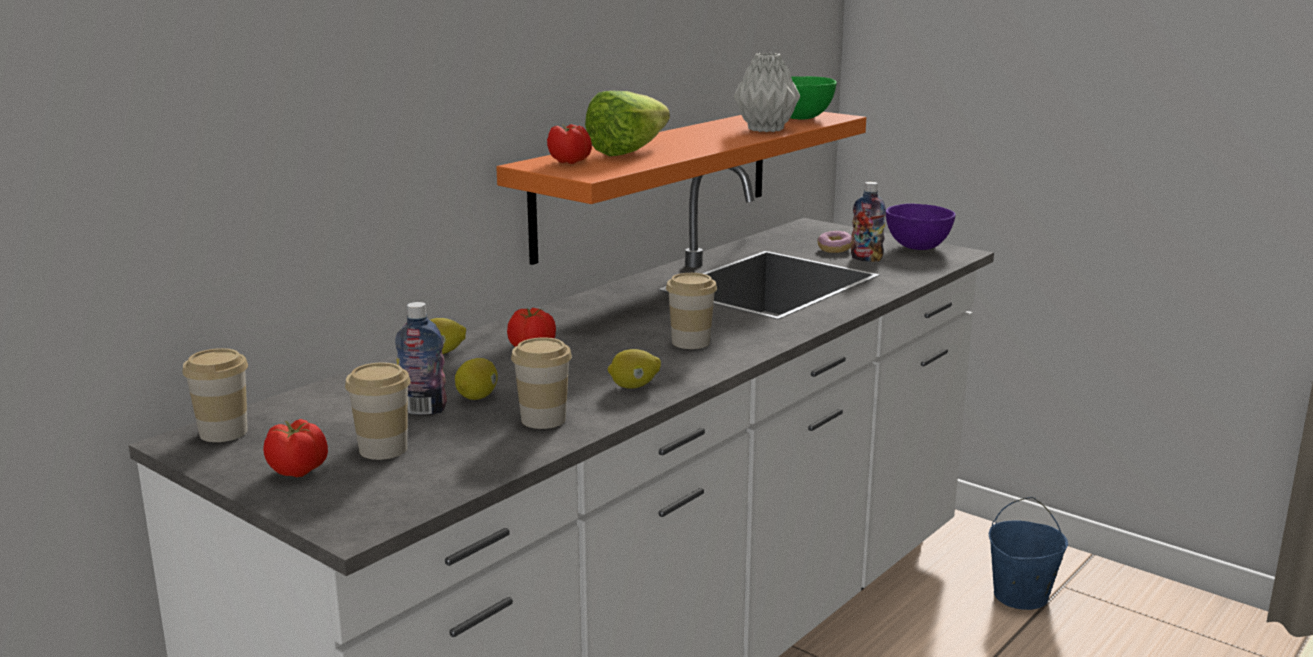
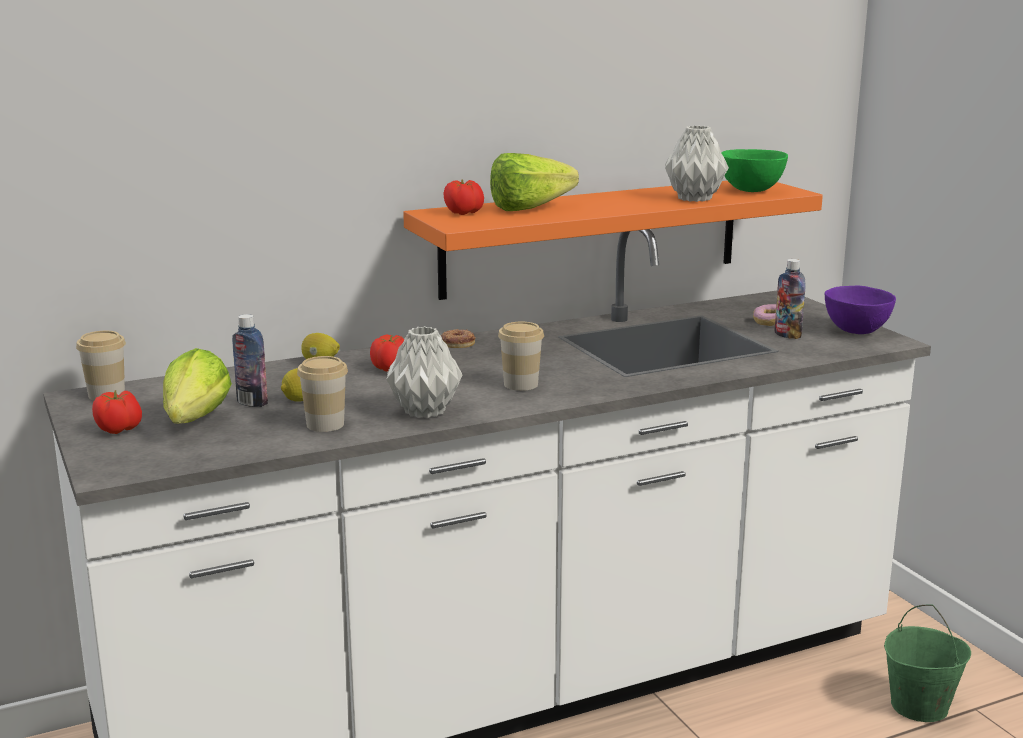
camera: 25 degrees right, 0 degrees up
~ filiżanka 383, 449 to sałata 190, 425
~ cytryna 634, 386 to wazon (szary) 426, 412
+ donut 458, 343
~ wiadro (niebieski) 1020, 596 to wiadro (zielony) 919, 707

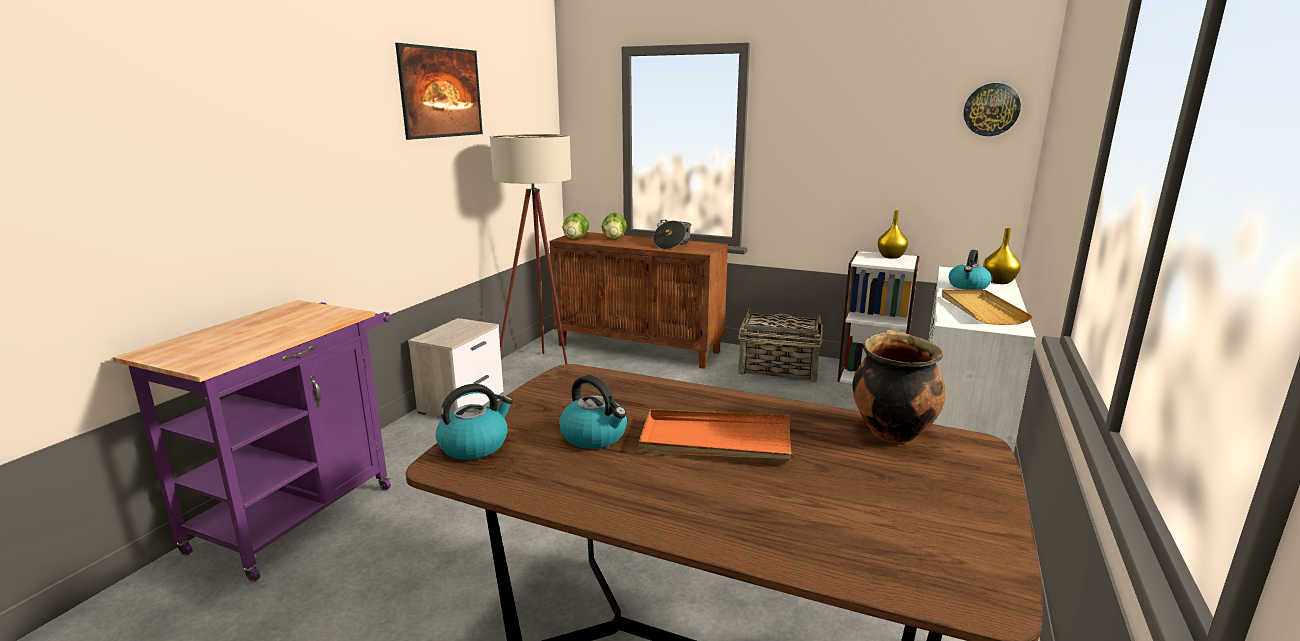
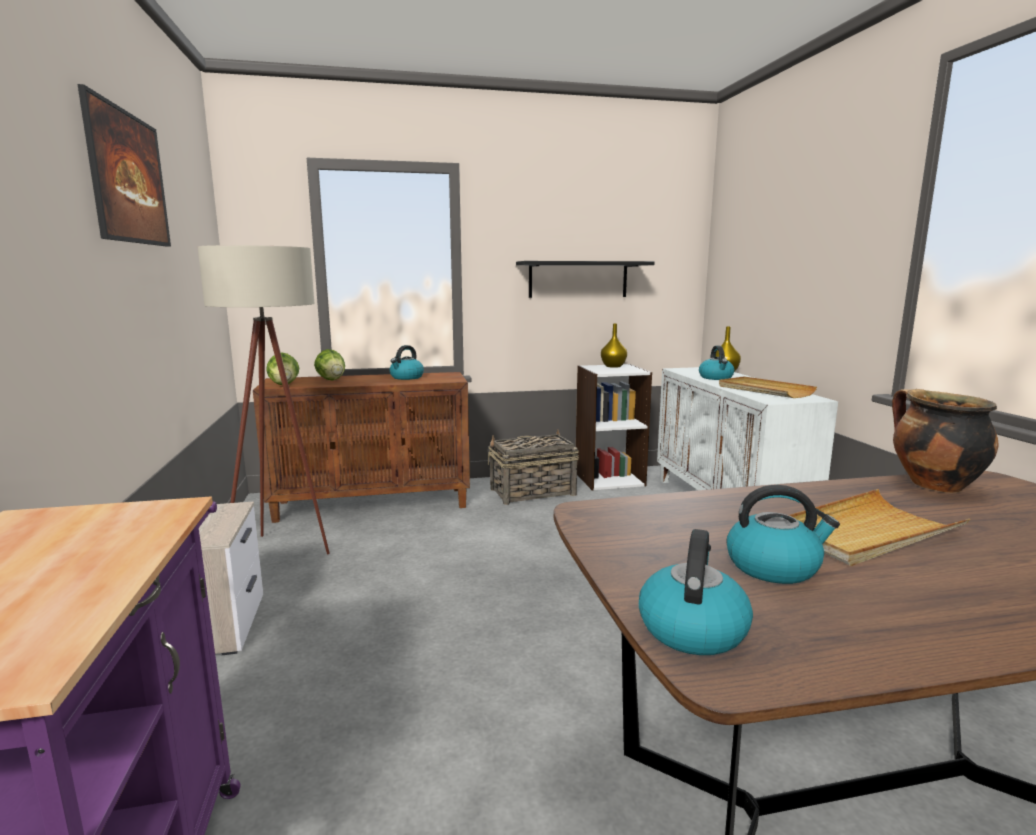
camera: 35 degrees left, 5 degrees down
~ garnek 672, 244 to czajnik 406, 377
+ półka (czarny) 578, 279
~ taca (pomarańczowy) 715, 440 to taca (beżowy) 865, 532
- zegar ścienny 991, 109

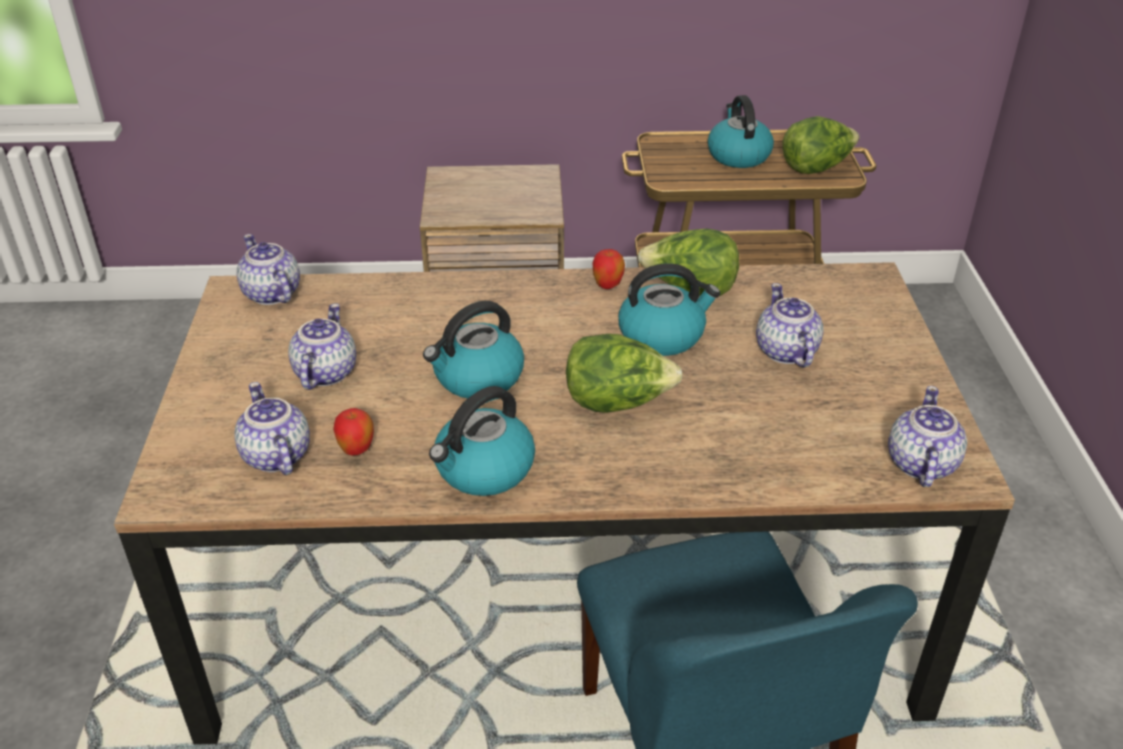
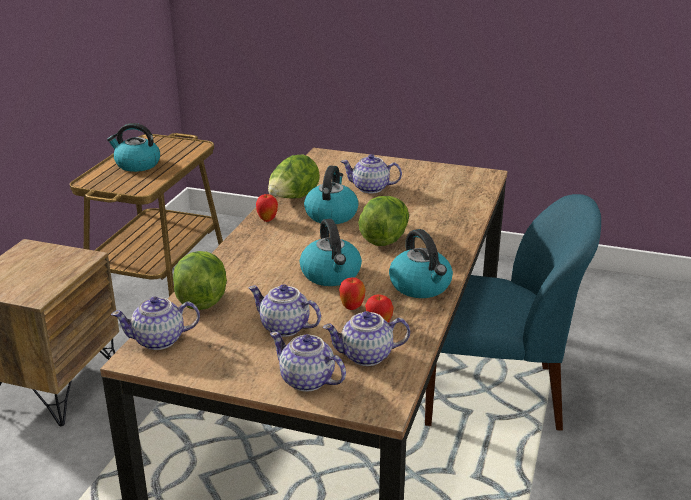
camera: 70 degrees left, 10 degrees down
~ sałata 816, 168 to 201, 299
~ imbryk 920, 464 to 307, 381
+ jabłko 352, 307

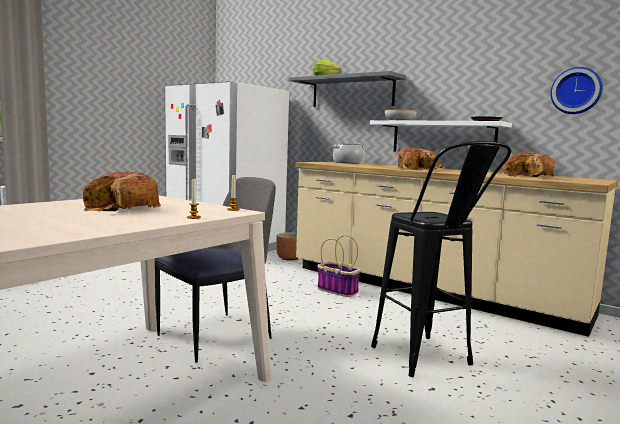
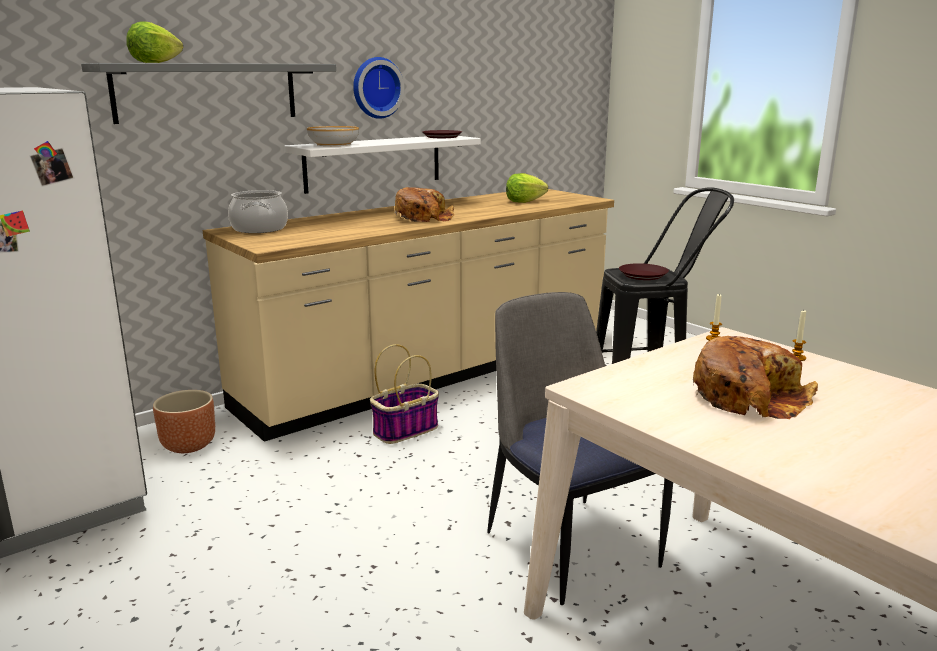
camera: 75 degrees left, 10 degrees up
~ zegar ścienny 576, 91 to 376, 88
~ chleb 528, 176 to sałata 524, 201
+ talerz (brązowy) 643, 275

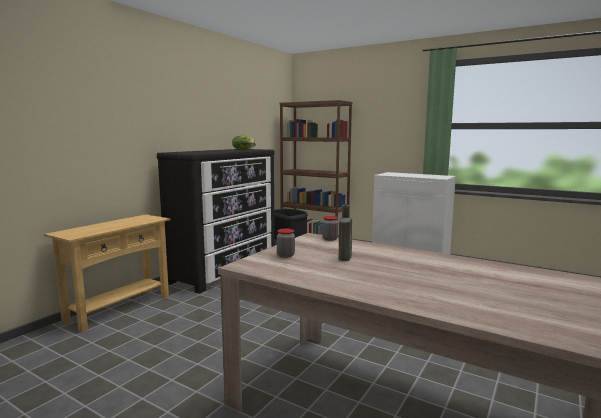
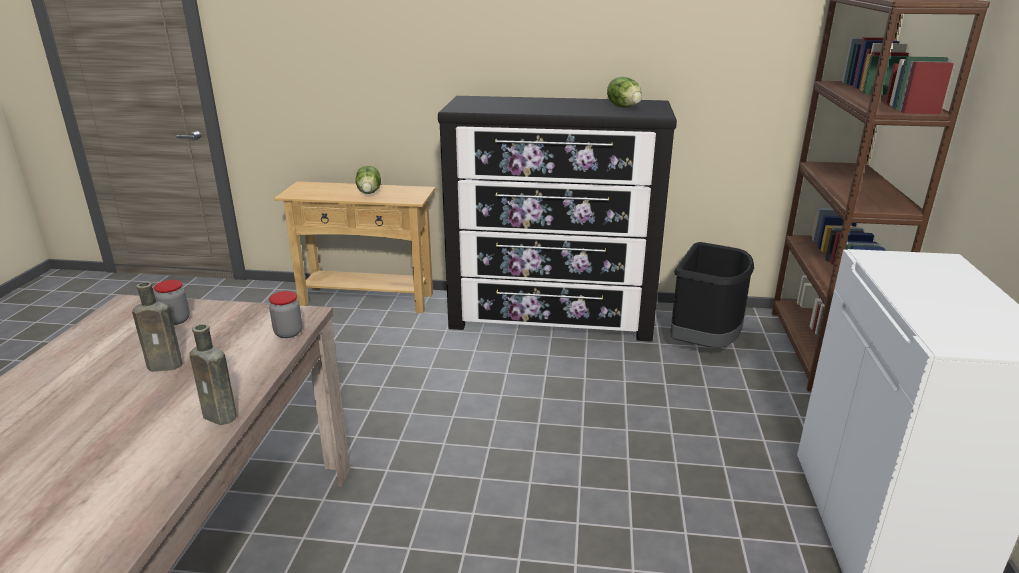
camera: 65 degrees right, 15 degrees up
+ butelka (brązowy) 222, 416
+ sałata 370, 192

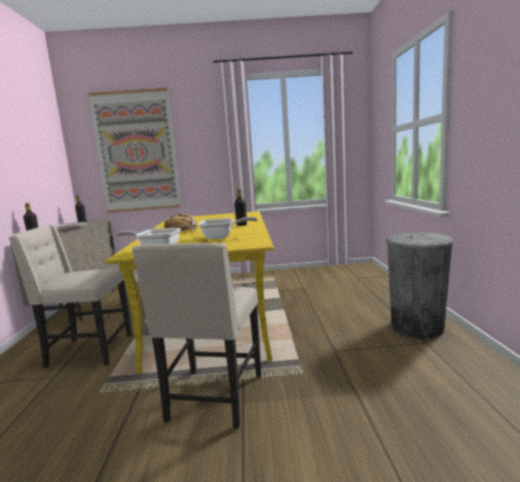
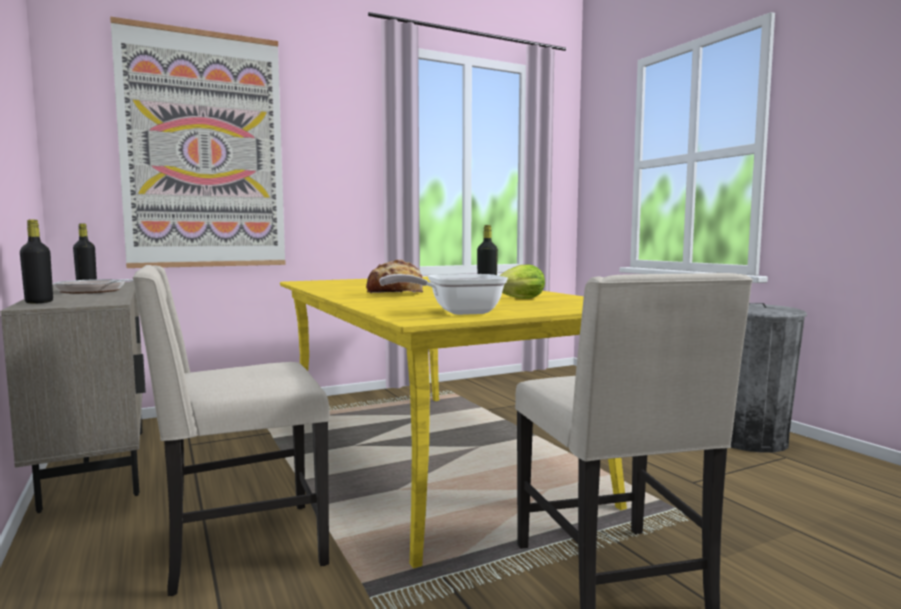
camera: 25 degrees left, 5 degrees down
~ patelnia 222, 237 to sałata 518, 299

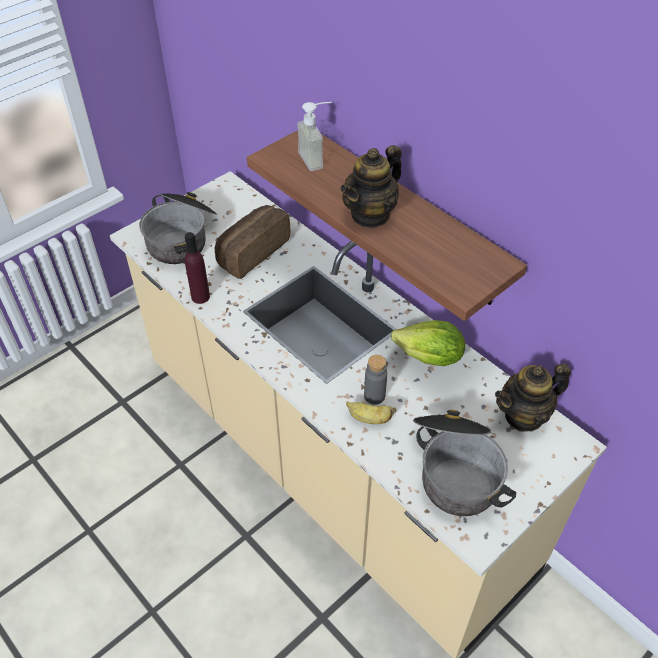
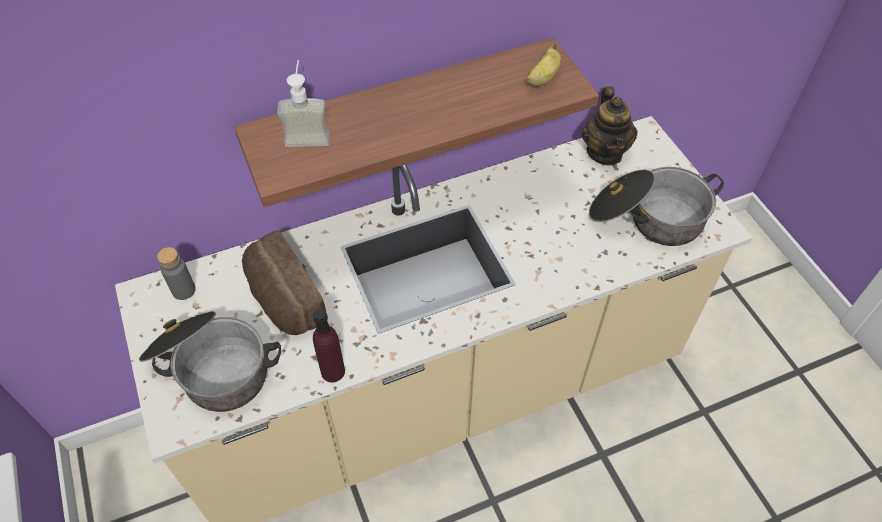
camera: 70 degrees left, 5 degrees up
~ butelka (szary) 374, 396 to 184, 290
~ banan 369, 419 to 543, 78
- imbryk 370, 214
- sałata 429, 358

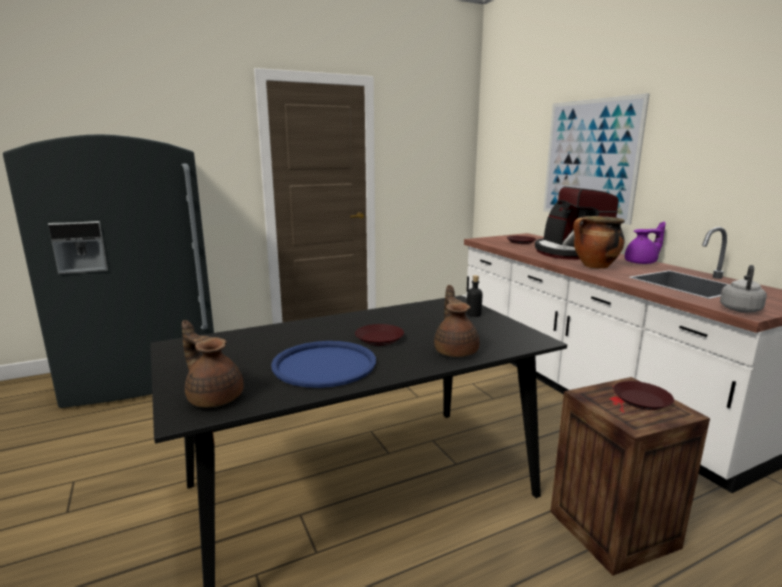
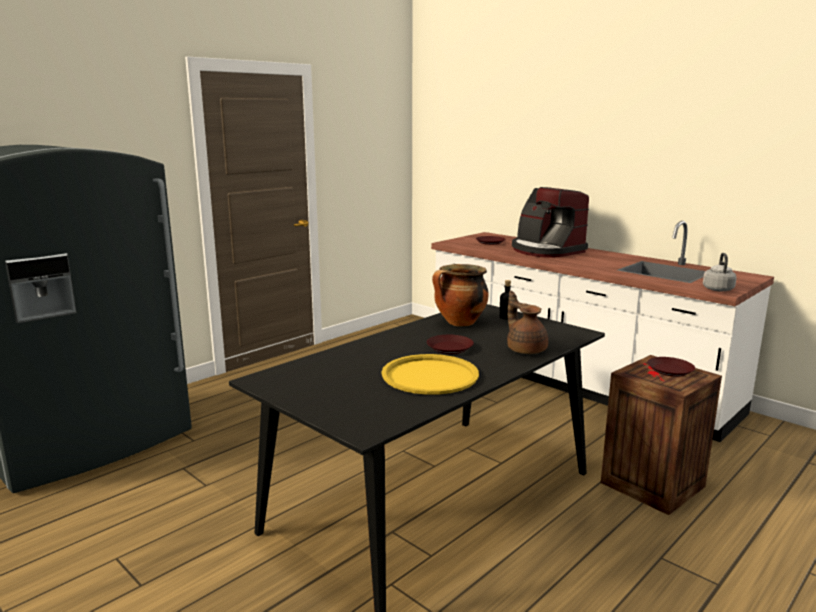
camera: 20 degrees left, 0 degrees up
~ taca (niebieski) 324, 365 to taca (żółty) 430, 375
~ garnek 594, 266 to 459, 323
- imbryk (brązowy) 214, 397
- obraz 589, 160
- imbryk (fioletowy) 642, 263

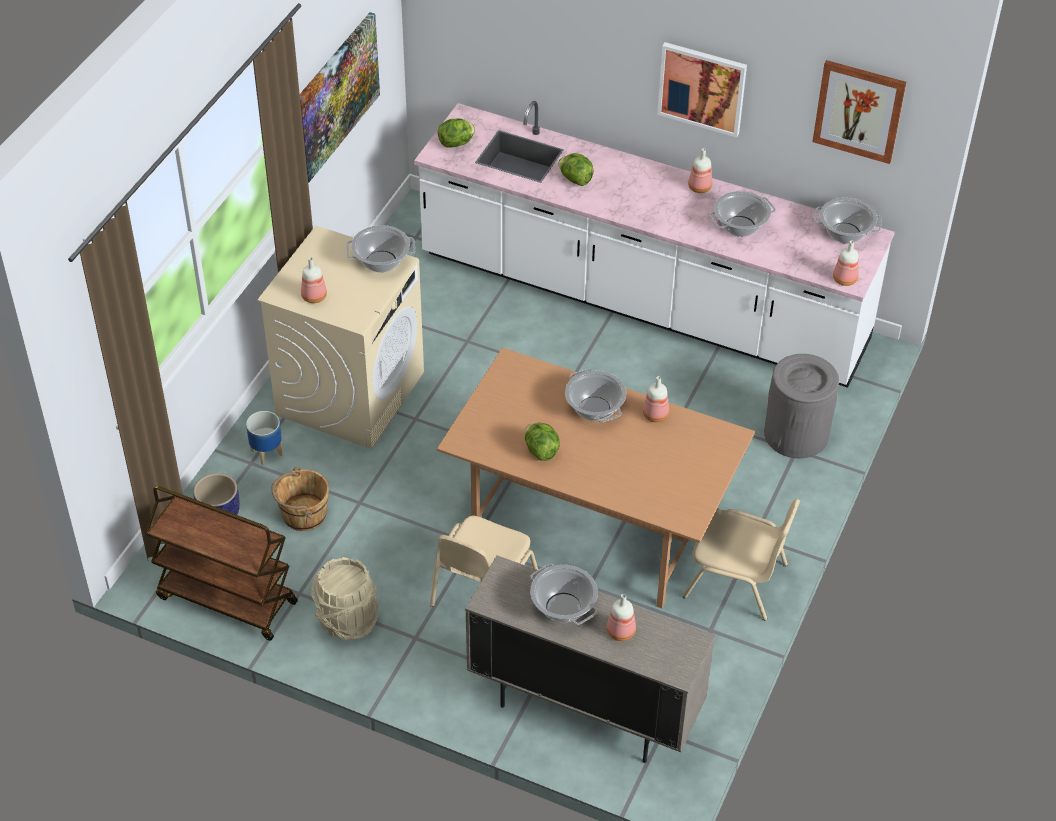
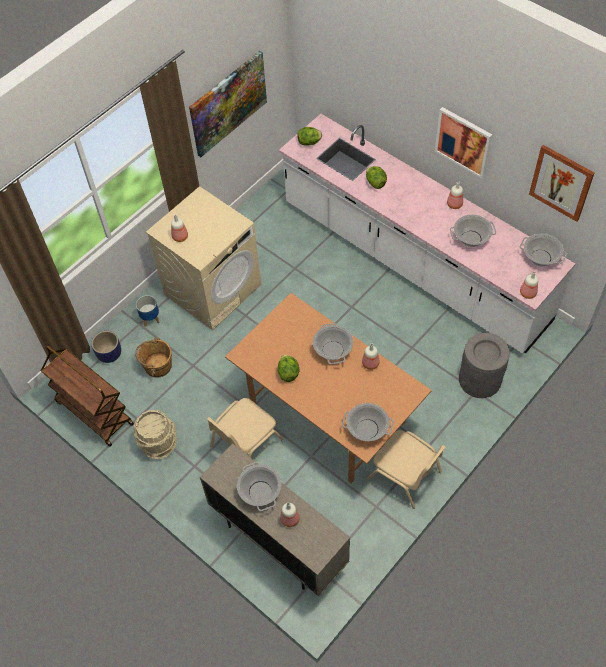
camera: 20 degrees right, 10 degrees up
~ garnek 381, 261 to 367, 429

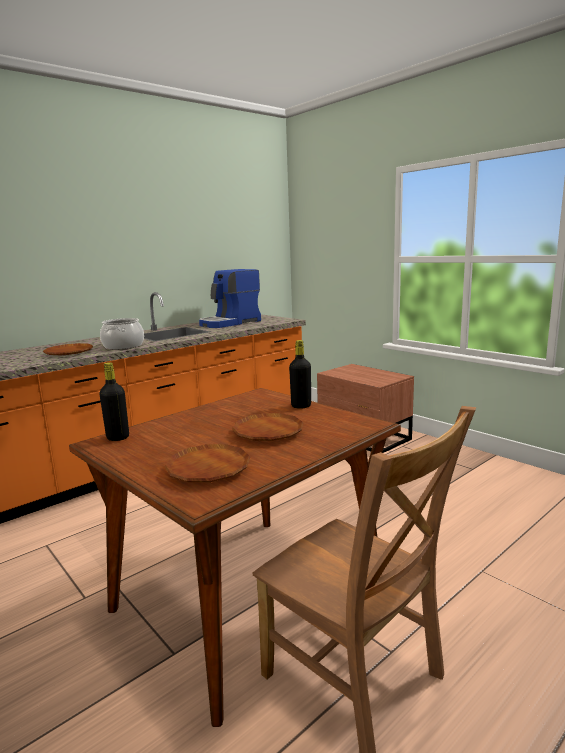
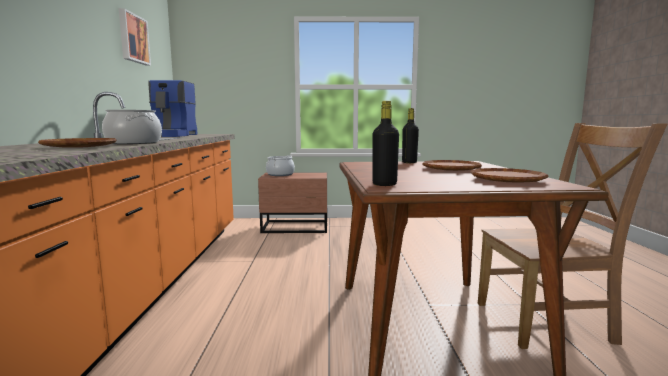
camera: 50 degrees left, 5 degrees down
+ obraz 133, 38
+ garnek 280, 174

